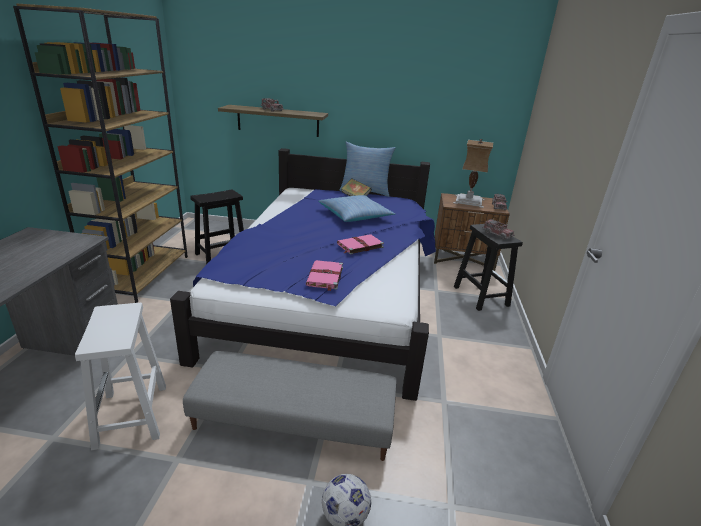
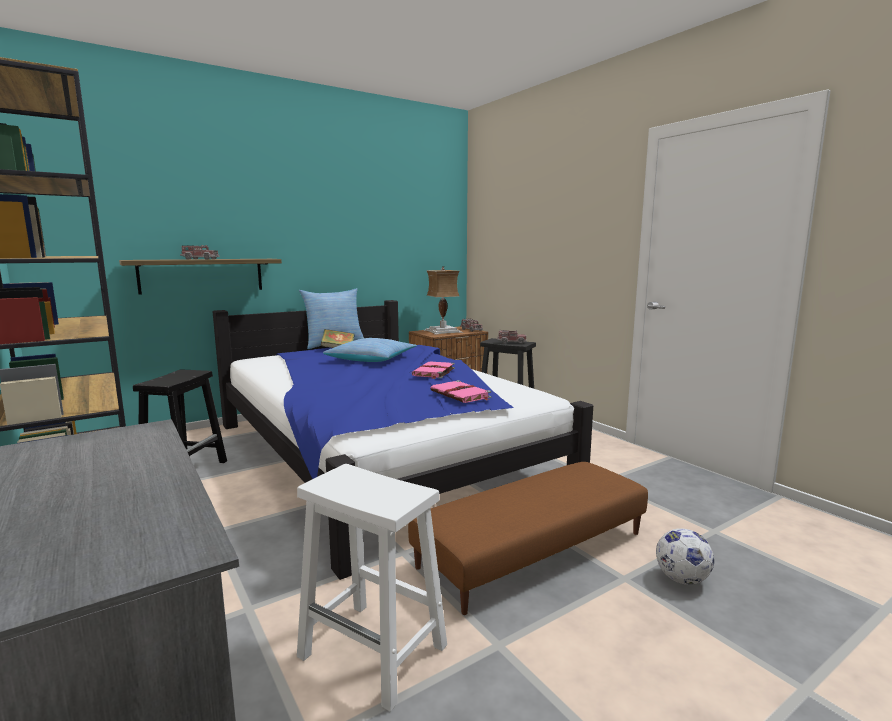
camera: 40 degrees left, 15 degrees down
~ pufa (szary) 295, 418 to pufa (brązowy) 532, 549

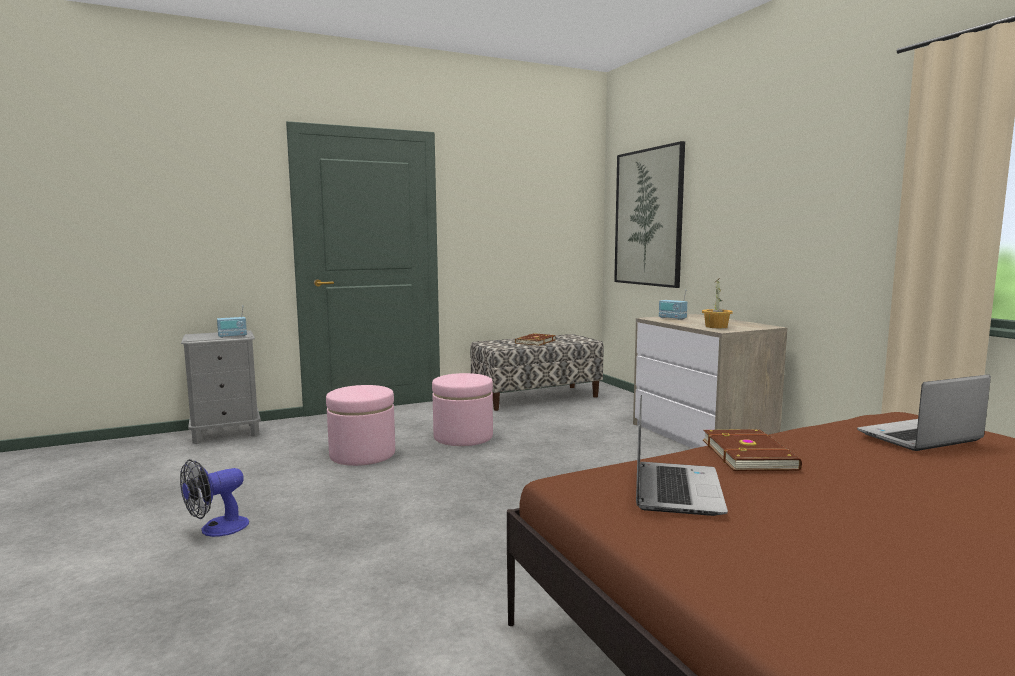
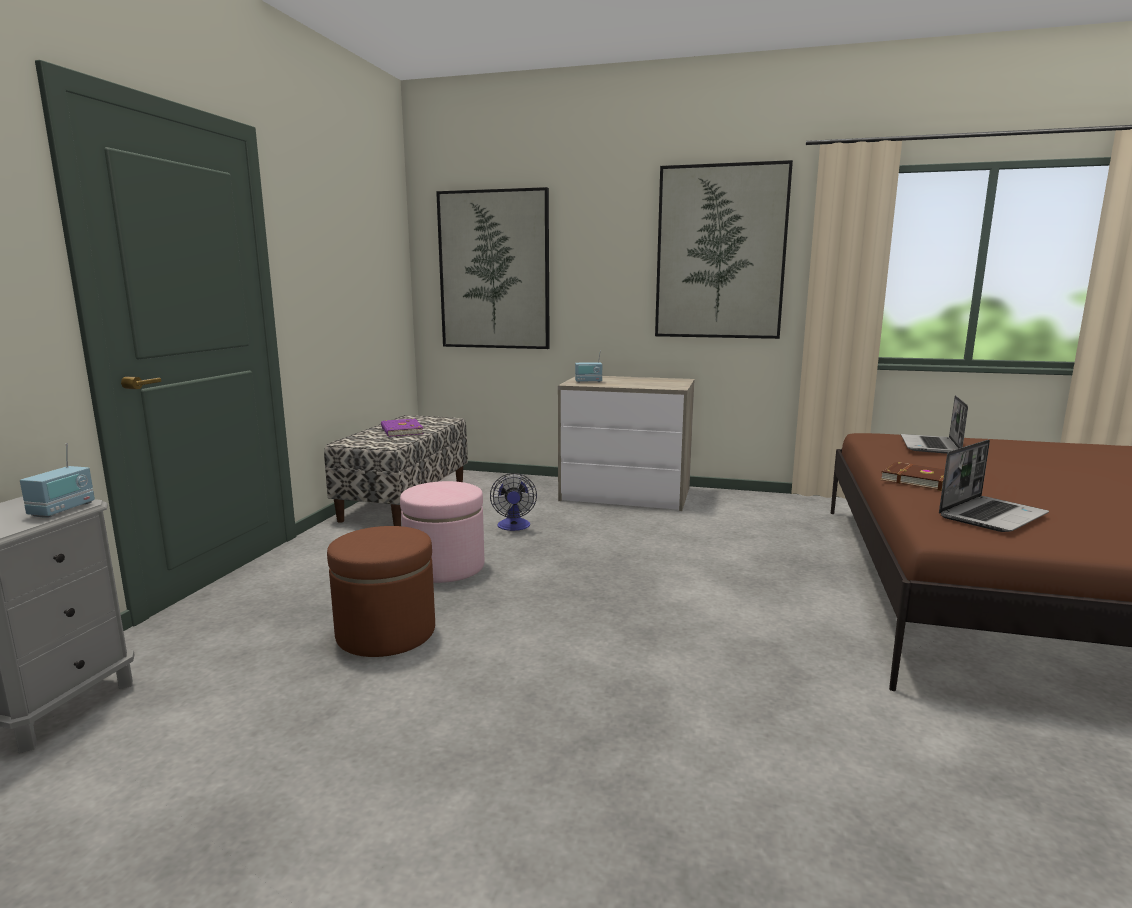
camera: 50 degrees left, 5 degrees up
~ pufa (różowy) 362, 454 to pufa (brązowy) 386, 633
~ książka (brązowy) 535, 342 to książka (fioletowy) 401, 431
~ wentylator 216, 529 to 514, 527
+ obraz 720, 253
~ laptop 675, 489 = 991, 515 90 degrees clockwise
- roślina doniczkowa 716, 327

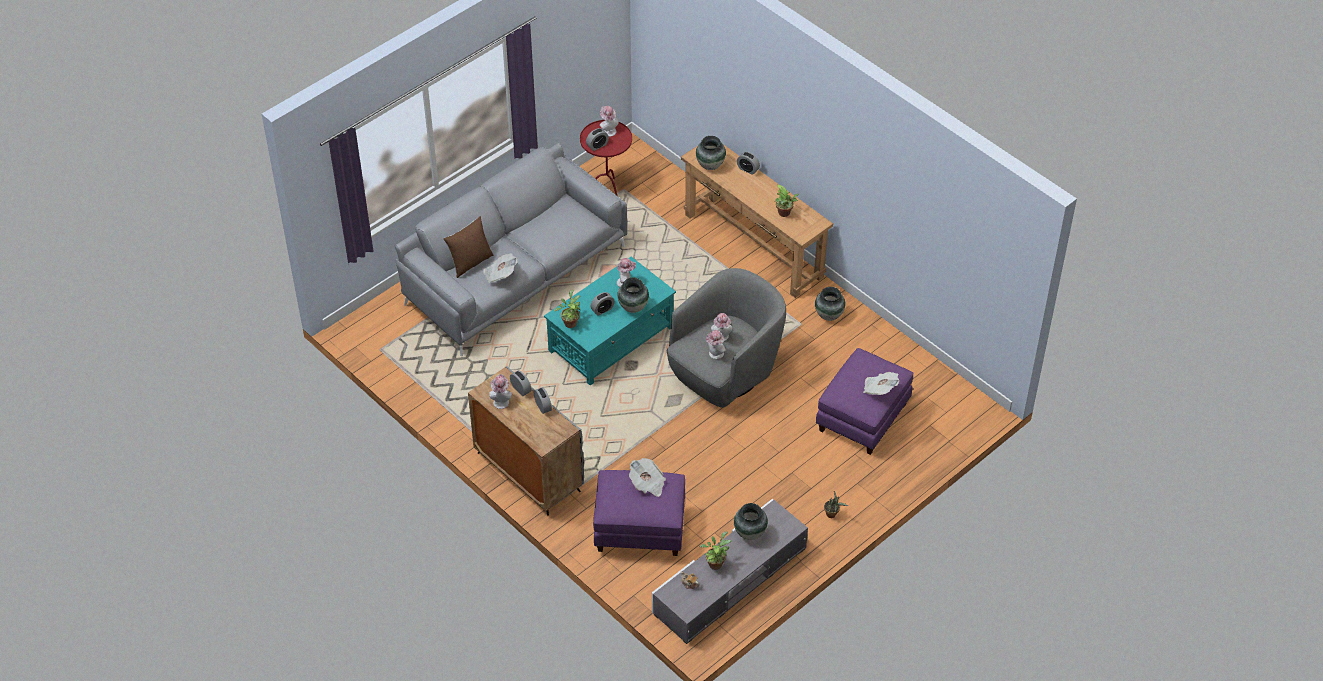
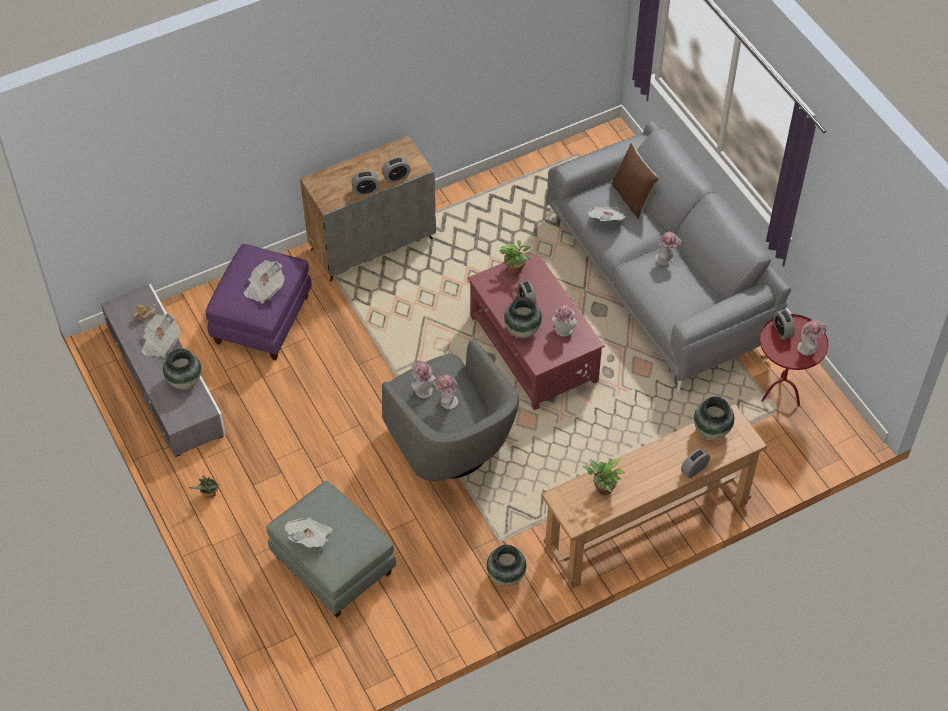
camera: 105 degrees right, 5 degrees up
~ roślina doniczkowa 715, 563 to gazeta 161, 343
~ pufa (fioletowy) 863, 418 to pufa (szary) 332, 565
~ ława (turkusowy) 611, 339 to ława (czerwony) 533, 349
~ kapelusz 501, 401 to 666, 259

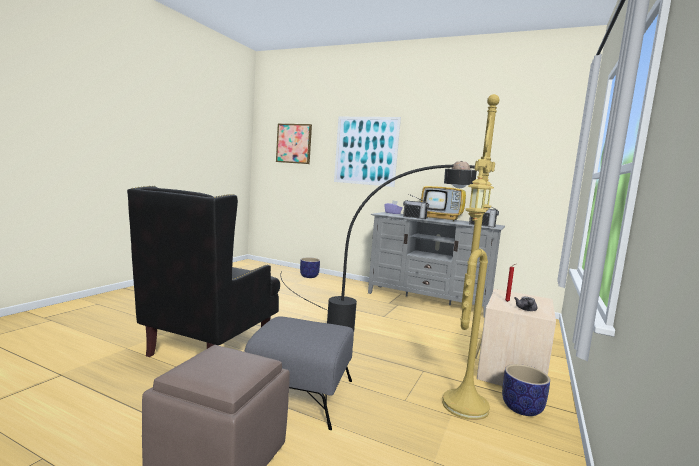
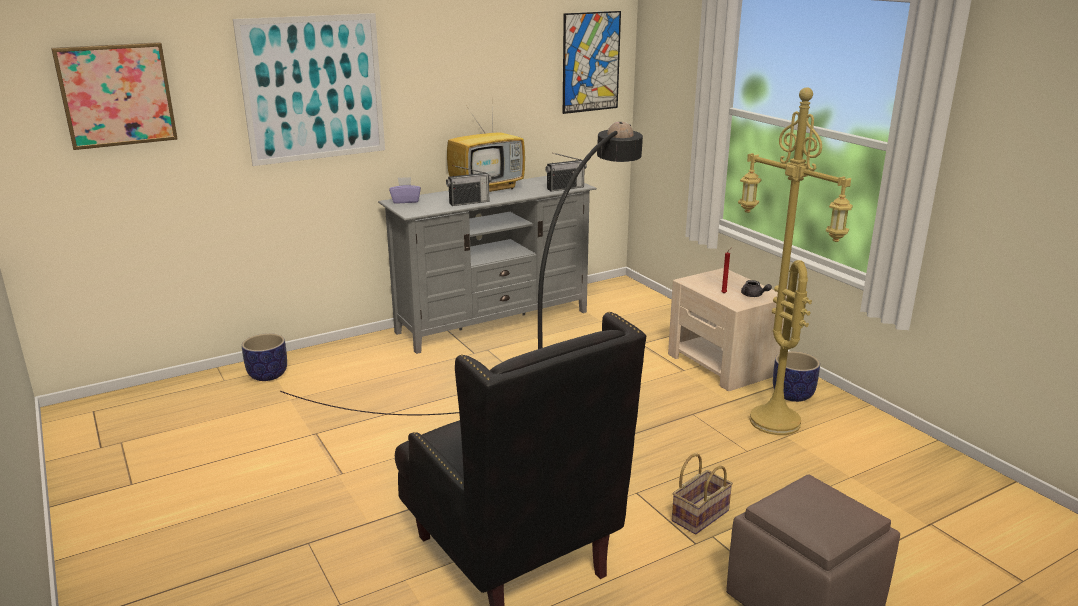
camera: 55 degrees left, 15 degrees up
+ obraz 591, 62
~ pufa (szary) 300, 395 to koszyk 700, 514

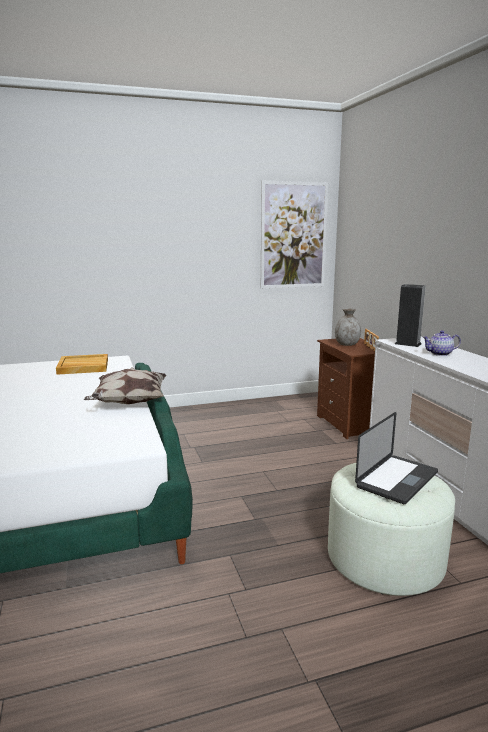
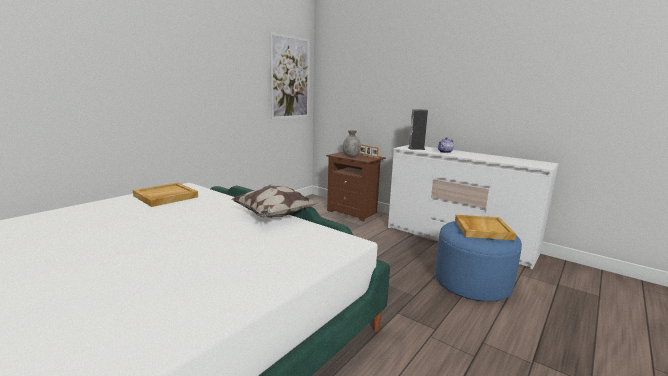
camera: 35 degrees left, 0 degrees up
~ pufa (biały) 385, 558 to pufa (niebieski) 472, 282
~ laptop 397, 480 to taca (beżowy) 482, 229

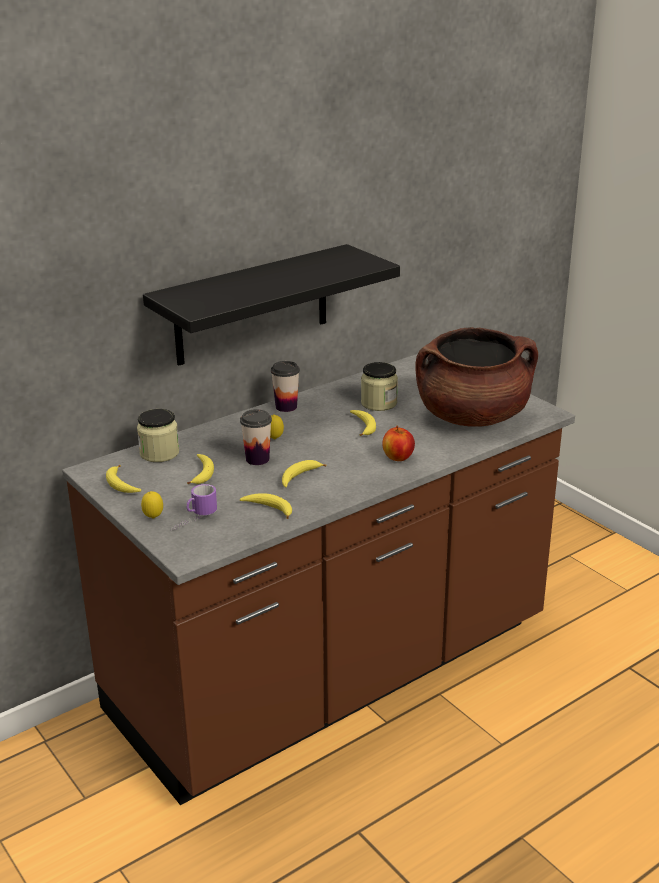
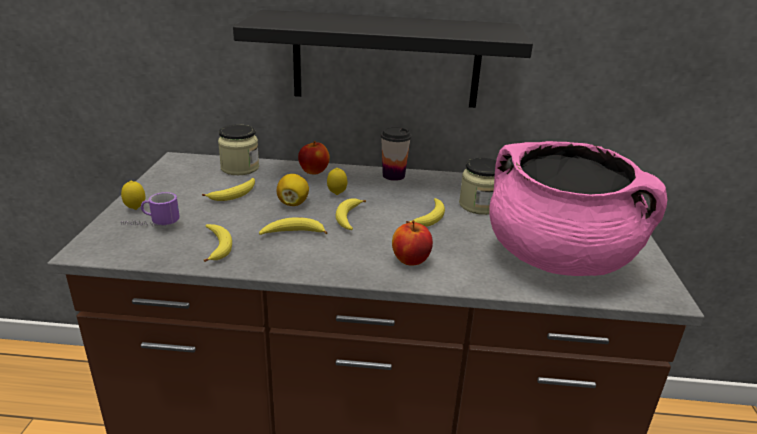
camera: 40 degrees right, 0 degrees up
~ filiżanka 257, 459 to cytryna 293, 203
+ jabłko 314, 171
~ banan 121, 485 to 348, 218
~ garnek (brązowy) 472, 417 to garnek (różowy) 558, 259

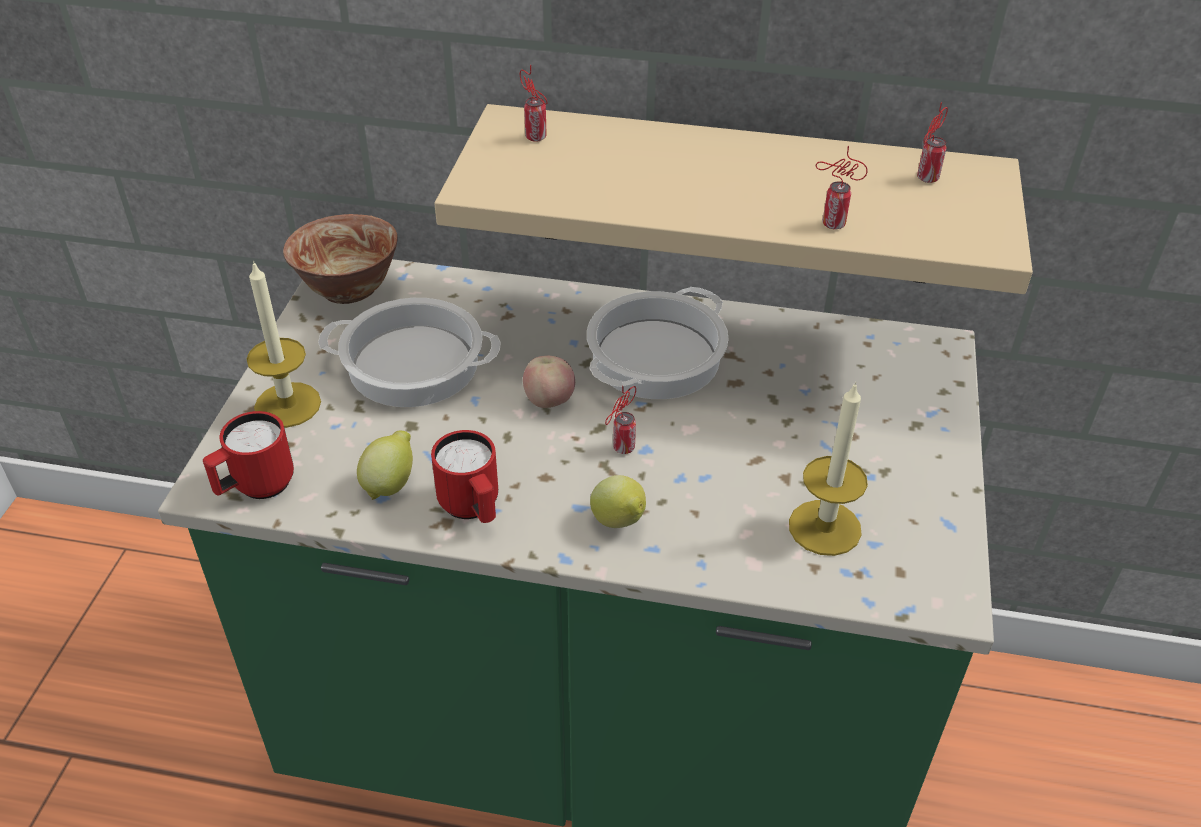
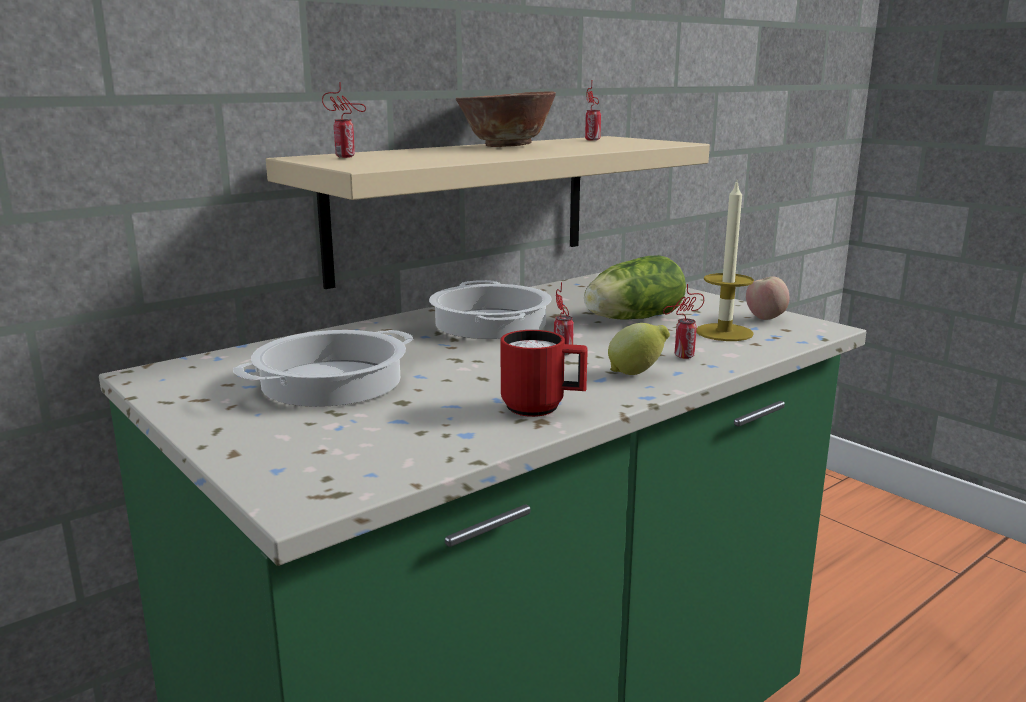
camera: 50 degrees left, 25 degrees down
~ miska 348, 289 to 506, 146
+ sałata 630, 319
~ puszka 830, 223 to 681, 356
~ jabłko 549, 401 to 765, 318
- kubek (czerwony) 256, 488
- świeca 287, 405
- cytryna 390, 484

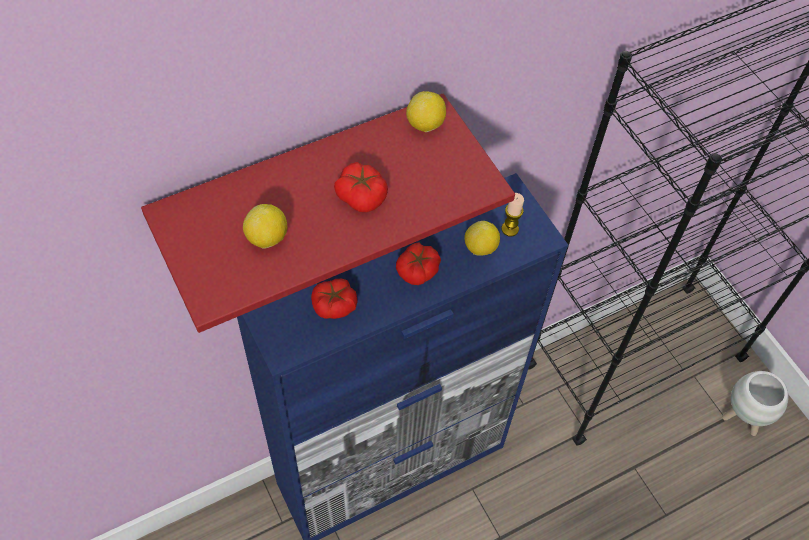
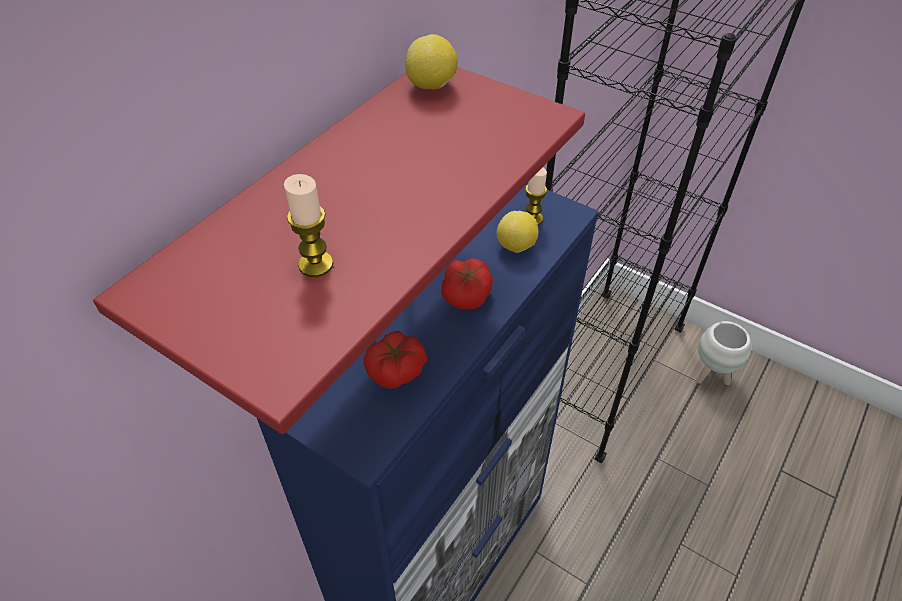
camera: 25 degrees left, 10 degrees down
~ cytryna 267, 238 to świeca 316, 264
- pomidor 361, 196

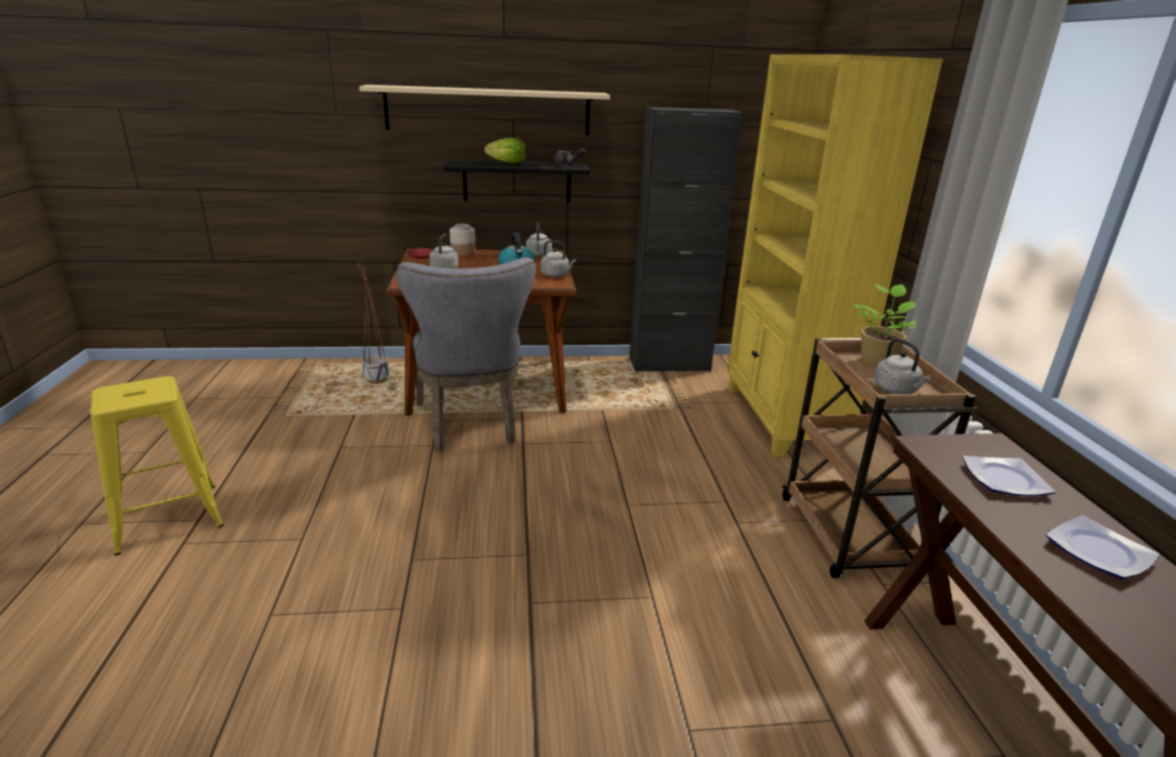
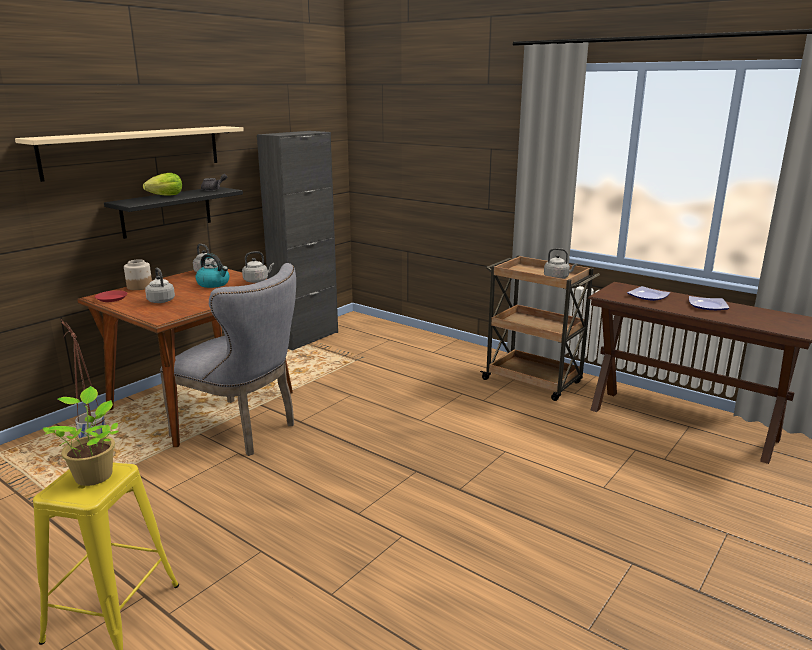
camera: 45 degrees left, 5 degrees down
~ roślina doniczkowa 877, 361 to 94, 475
- regał (żółty) 781, 419

